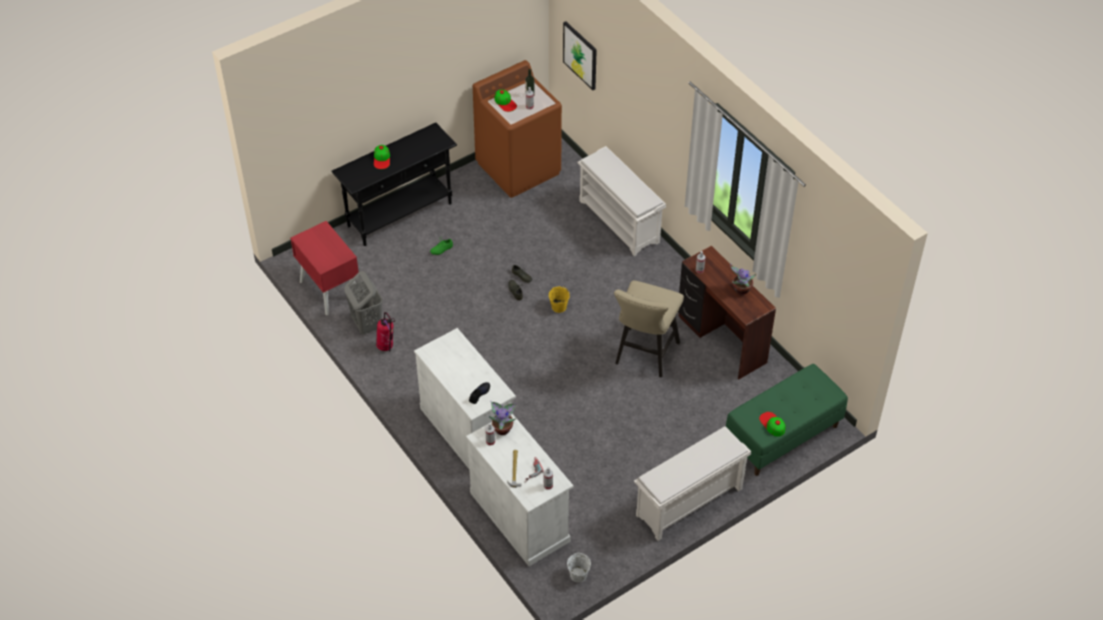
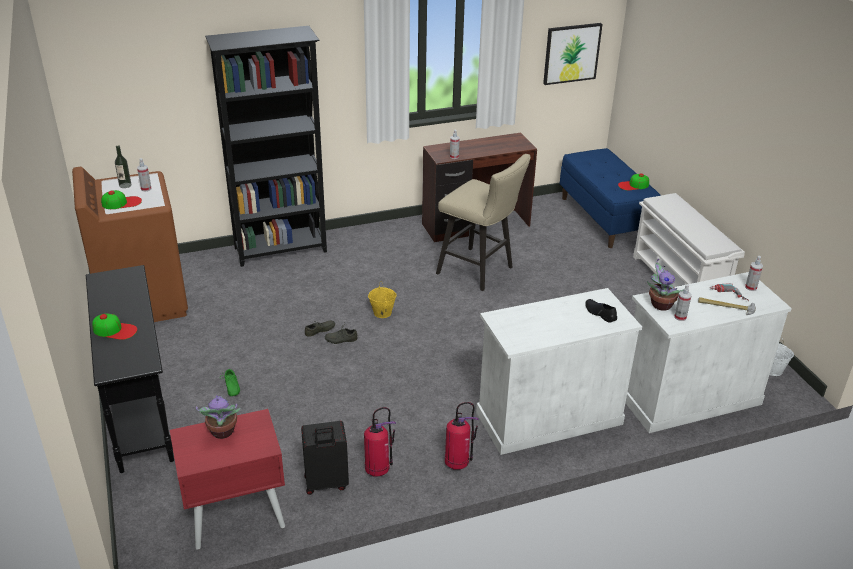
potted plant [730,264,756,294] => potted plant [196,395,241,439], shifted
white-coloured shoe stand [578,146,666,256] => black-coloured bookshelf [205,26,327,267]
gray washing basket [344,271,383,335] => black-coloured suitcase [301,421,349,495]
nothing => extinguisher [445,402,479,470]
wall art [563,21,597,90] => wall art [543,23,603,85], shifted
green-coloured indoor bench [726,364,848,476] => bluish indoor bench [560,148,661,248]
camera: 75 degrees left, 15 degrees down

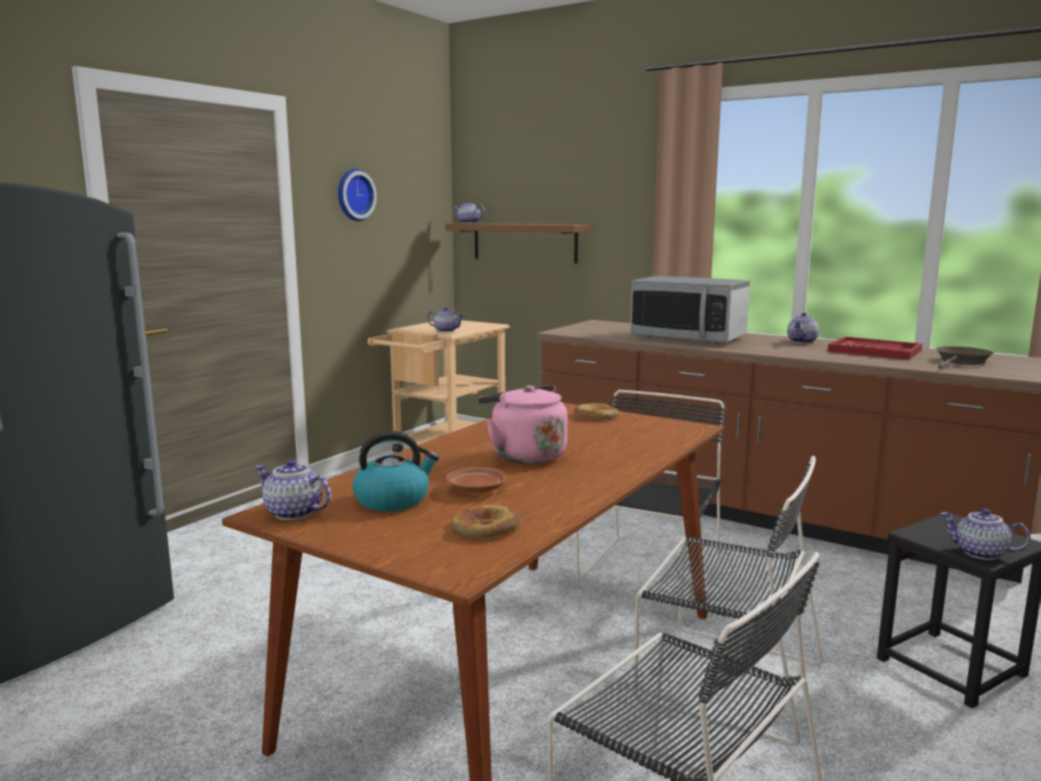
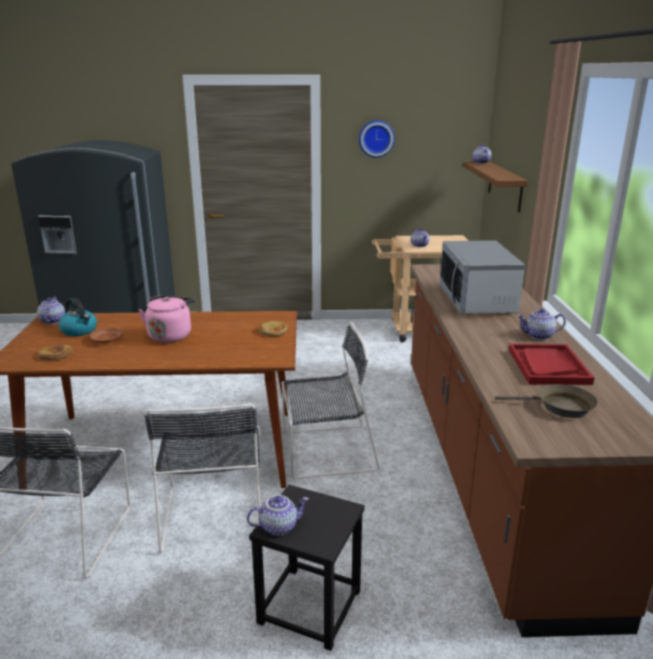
pot for tea [940,508,1031,560] => pot for tea [247,495,309,536], 75 degrees clockwise
camera: 55 degrees right, 10 degrees up

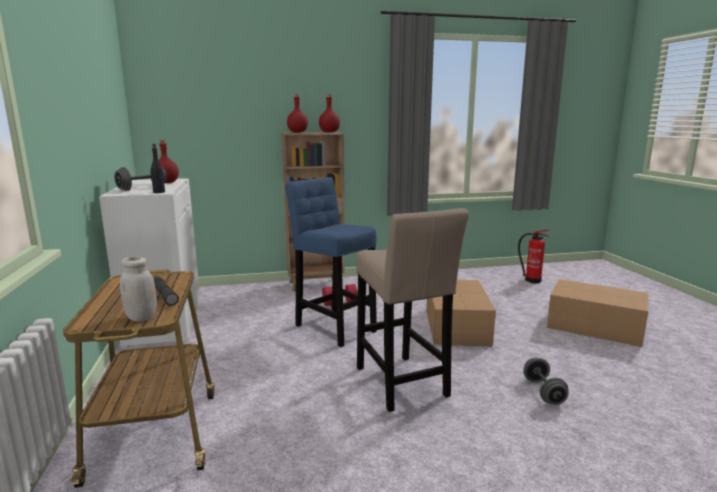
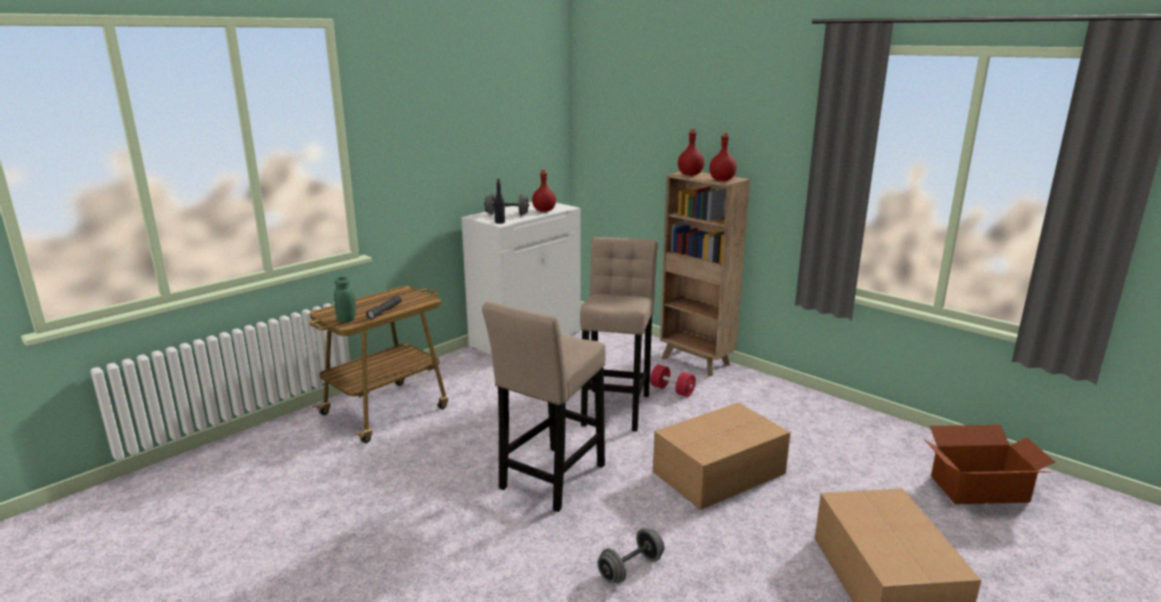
white-coloured storage jar [120,256,157,321] => green-coloured storage jar [334,277,356,323]
bluish sitting stool [285,177,377,347] => beige-coloured sitting stool [580,237,658,432]
extinguisher [518,230,549,283] => carton [925,425,1055,504]
camera: 55 degrees right, 5 degrees up

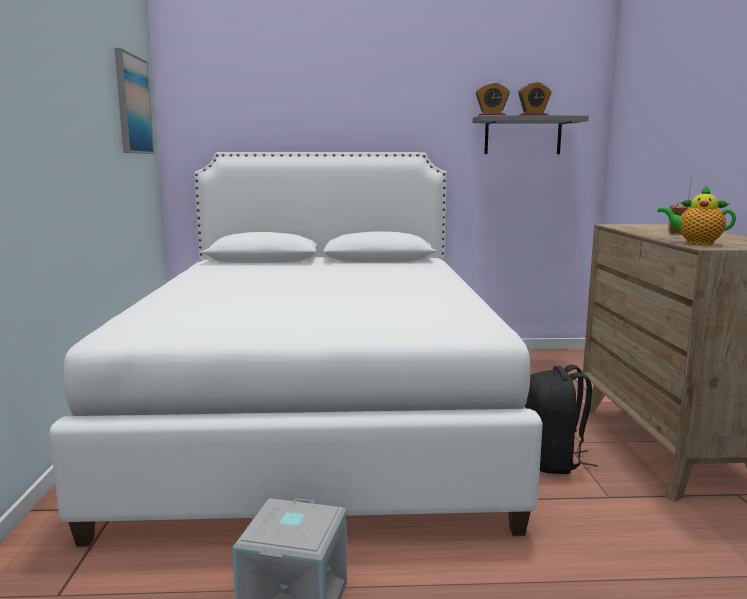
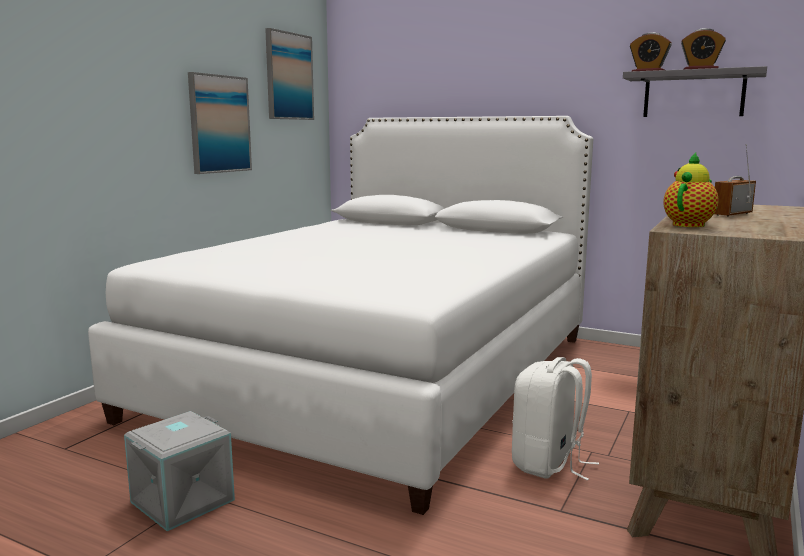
nothing => wall art [188,72,252,174]
black-coloured knapsack [525,364,597,474] => white-coloured knapsack [512,357,599,480]
pot for tea [657,185,736,245] => pot for tea [663,153,719,227], 75 degrees clockwise
camera: 30 degrees right, 0 degrees up

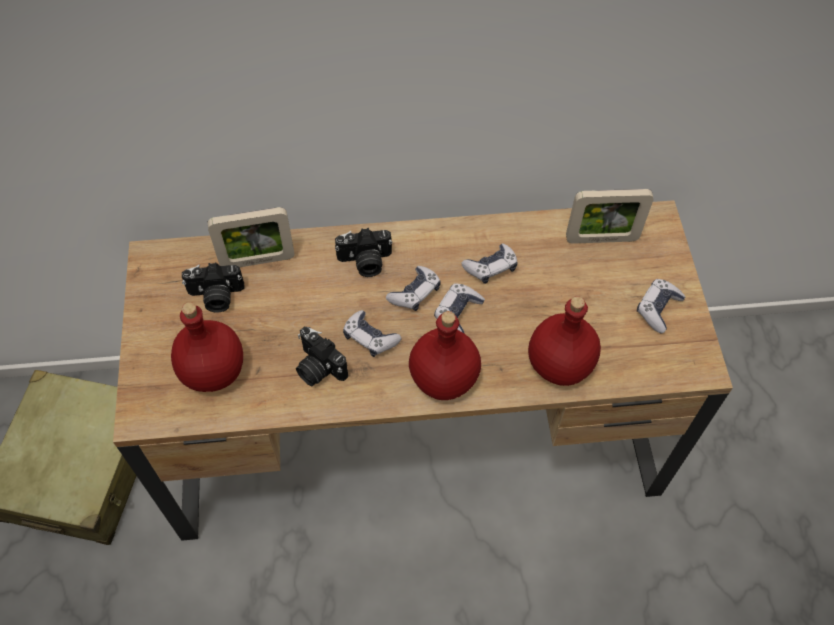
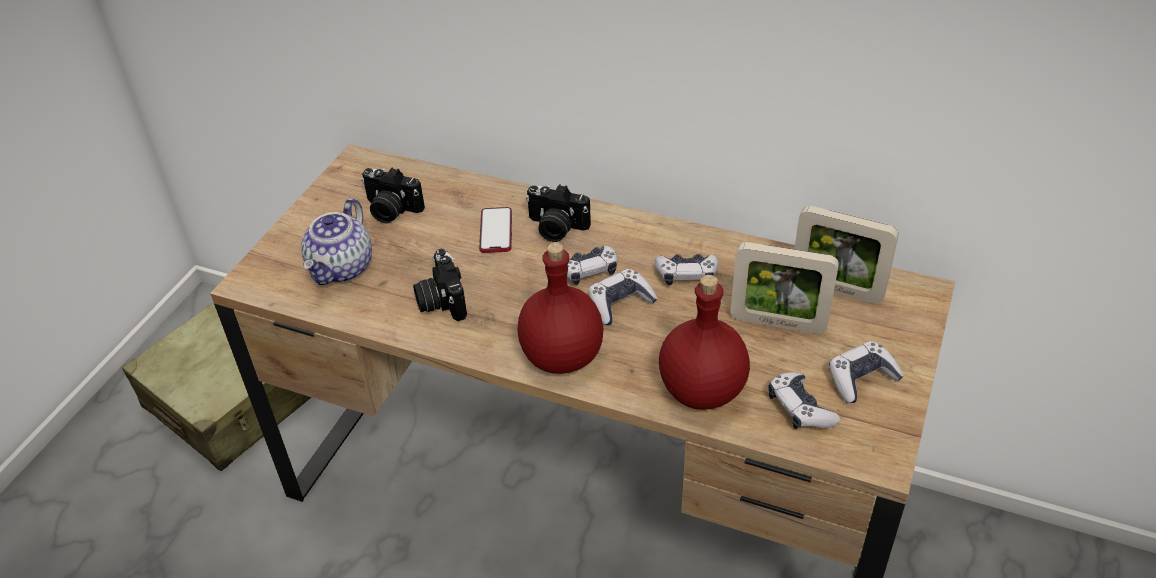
reddish beverage bottle [171,302,243,392] => pot for tea [301,198,372,285]
nothing => telephone [479,207,512,253]
standing frame [208,207,295,267] => standing frame [730,242,839,334], shifted
game controller [343,310,401,357] => game controller [768,372,840,429], shifted
camera: 30 degrees right, 15 degrees down

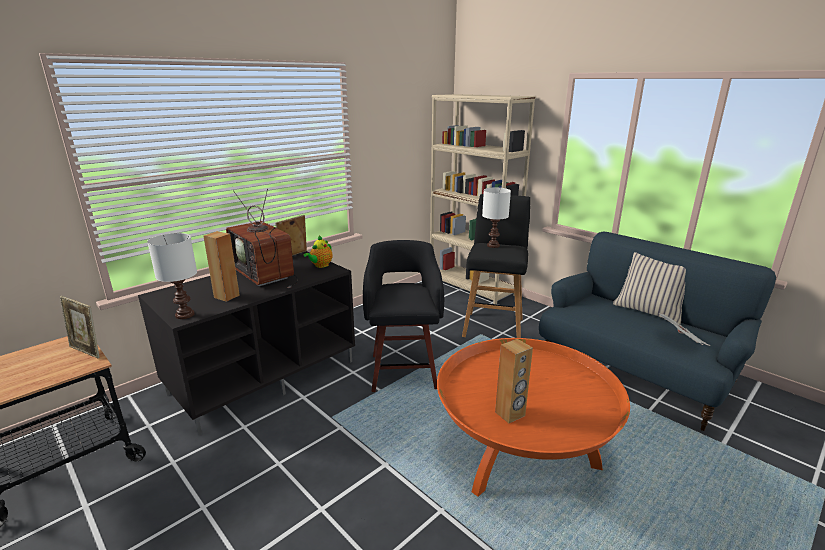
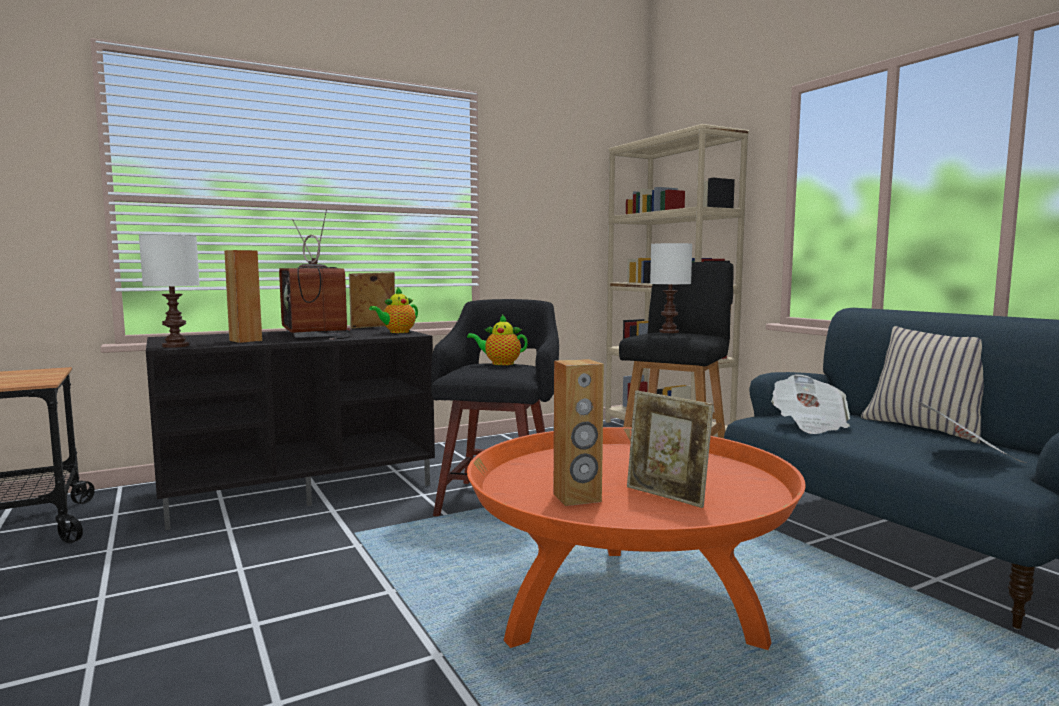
nothing => pot for tea [467,315,528,365]
standing frame [60,296,100,358] => standing frame [627,390,714,508], shifted
nothing => daily paper [771,375,850,434]
camera: 15 degrees right, 15 degrees down

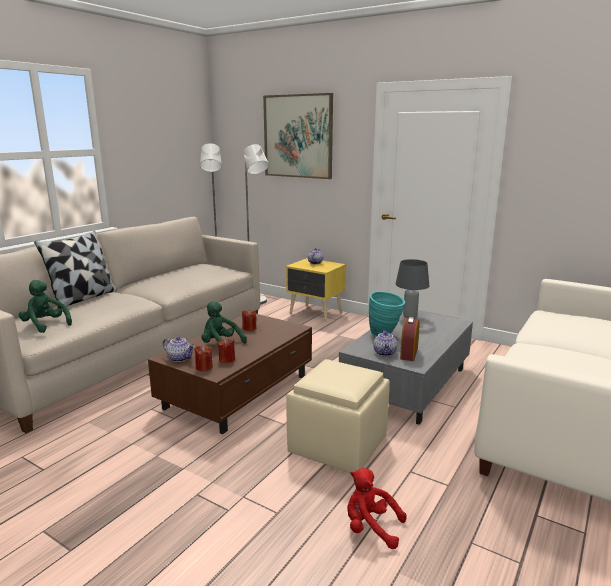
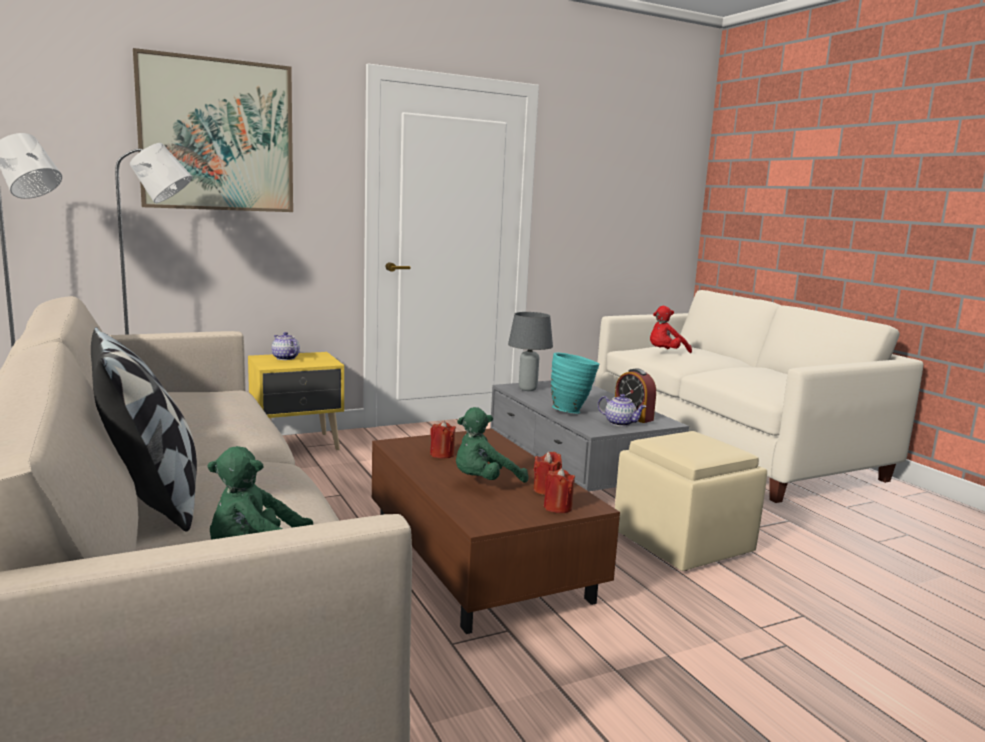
reddish plush toy [347,468,407,549] => reddish plush toy [650,306,692,353], shifted
pot for tea [163,337,195,362] => nothing
camera: 60 degrees left, 5 degrees down

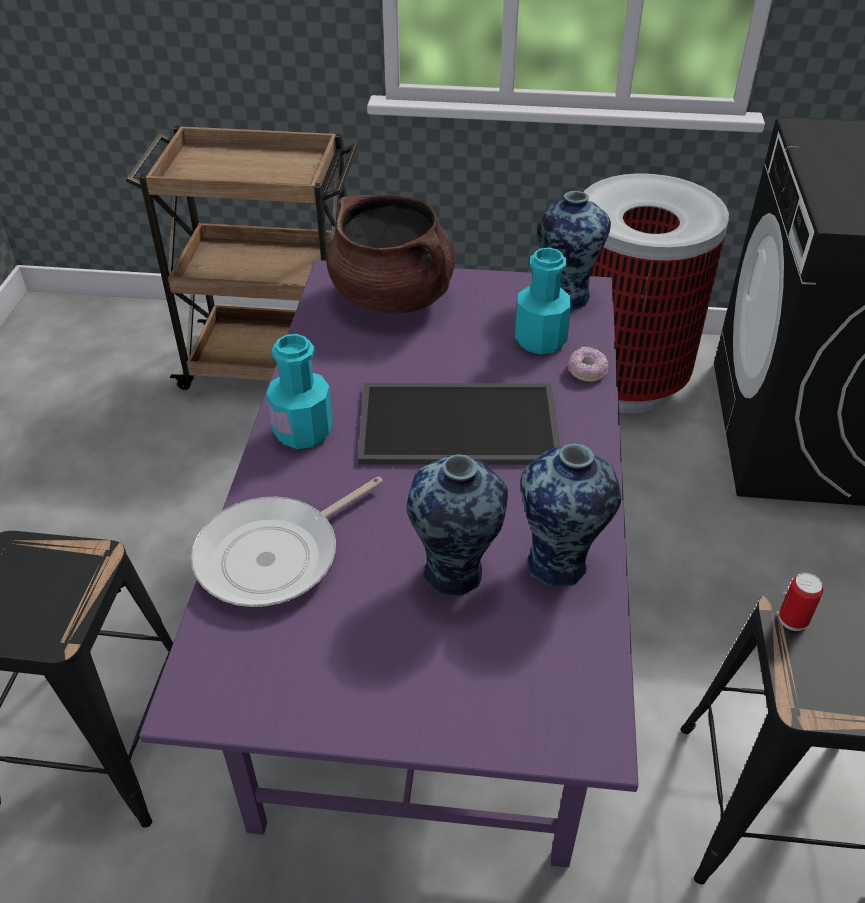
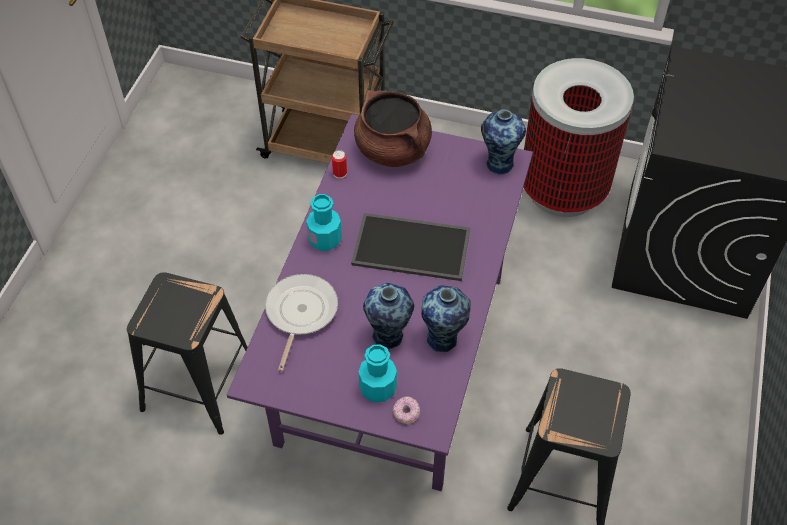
pan [191,476,383,607] => pan [265,274,338,371], 135 degrees clockwise
can [779,573,823,631] => can [332,150,347,179], shifted
turquoise beverage bottle [515,247,571,354] => turquoise beverage bottle [358,344,397,402], shifted
doughnut [568,347,608,382] => doughnut [393,396,420,424], shifted
camera: 10 degrees right, 10 degrees up

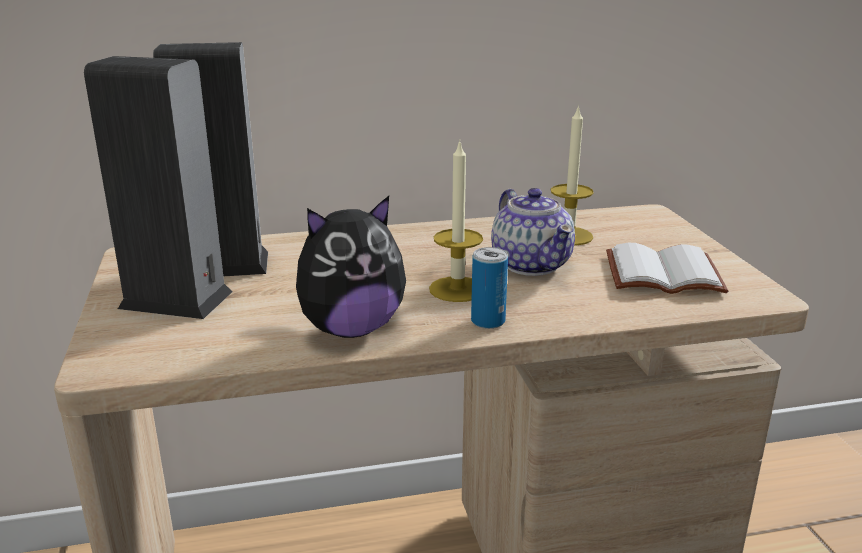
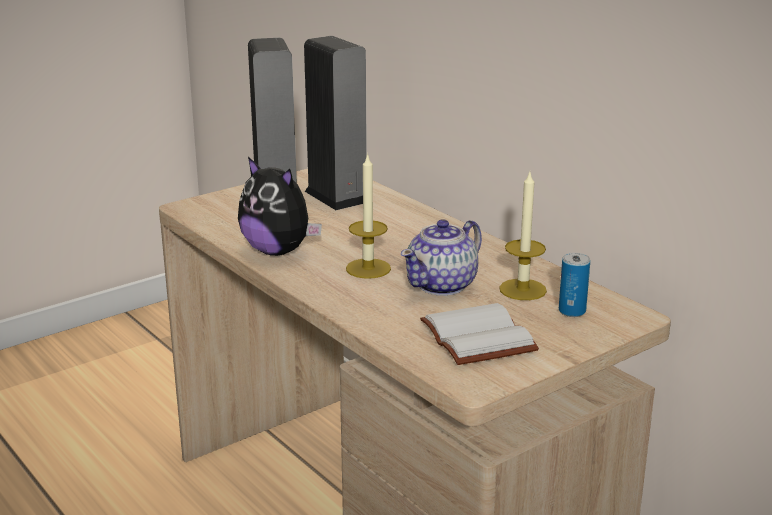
can [471,247,508,329] => can [559,253,590,317], shifted
camera: 65 degrees right, 0 degrees up

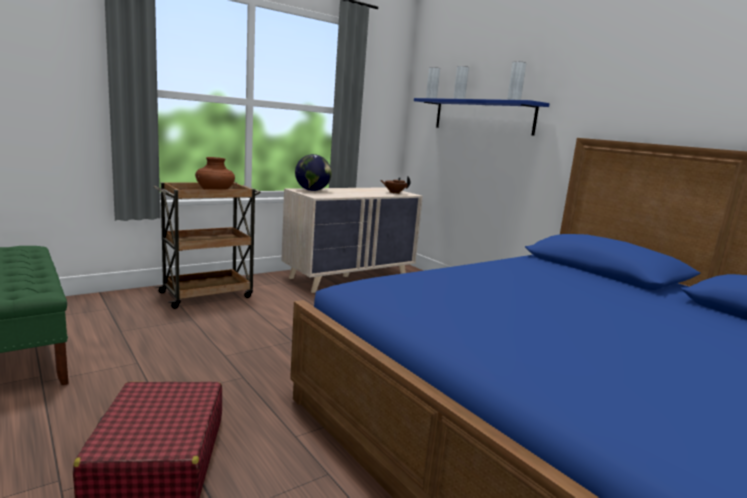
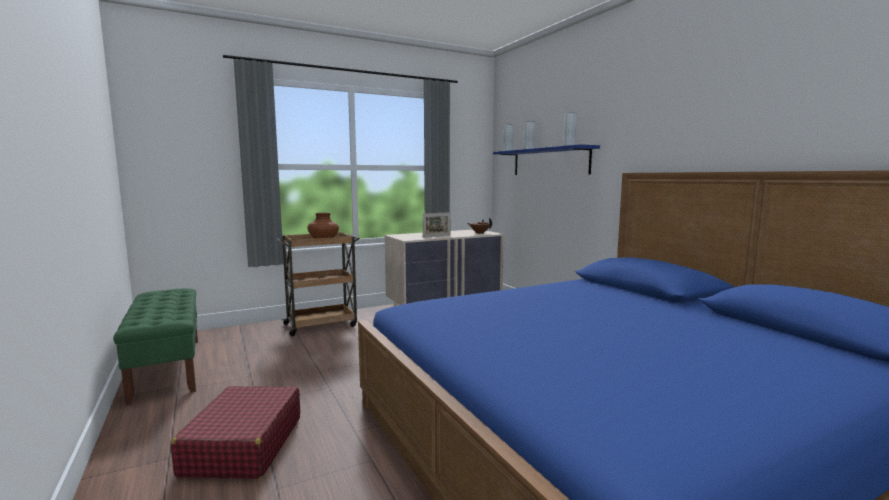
nothing => standing frame [423,212,450,238]
desk globe [295,154,332,191] => nothing
camera: 10 degrees right, 5 degrees down

